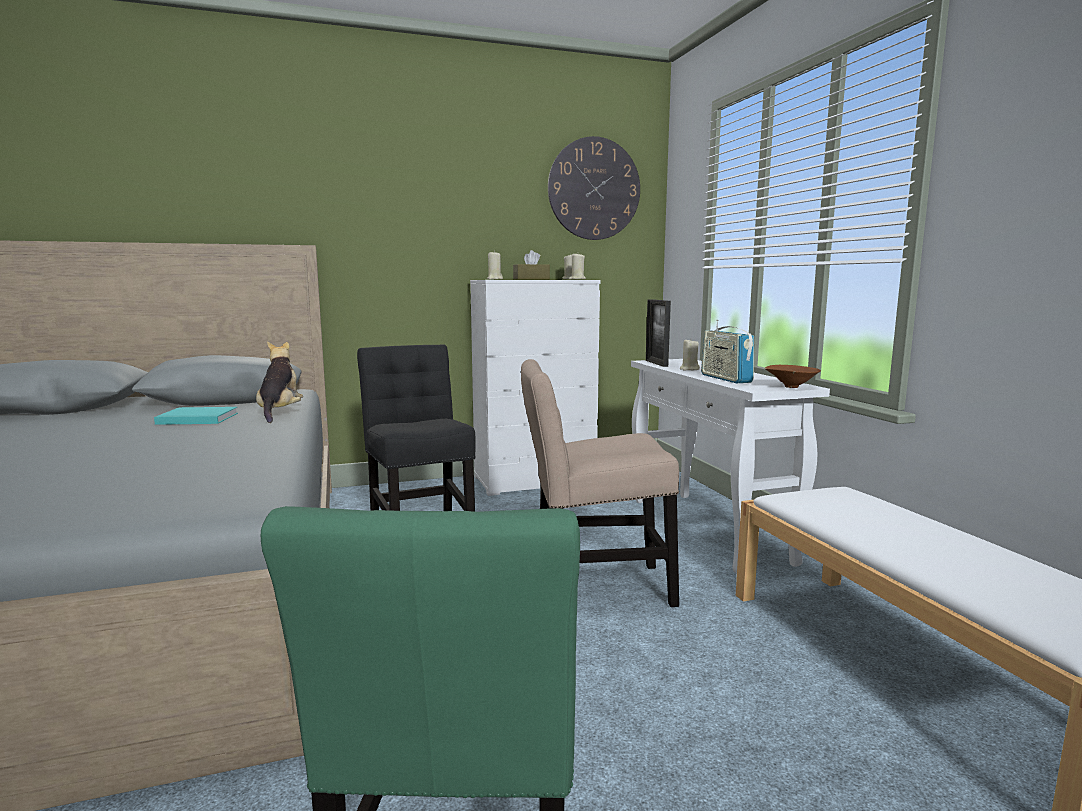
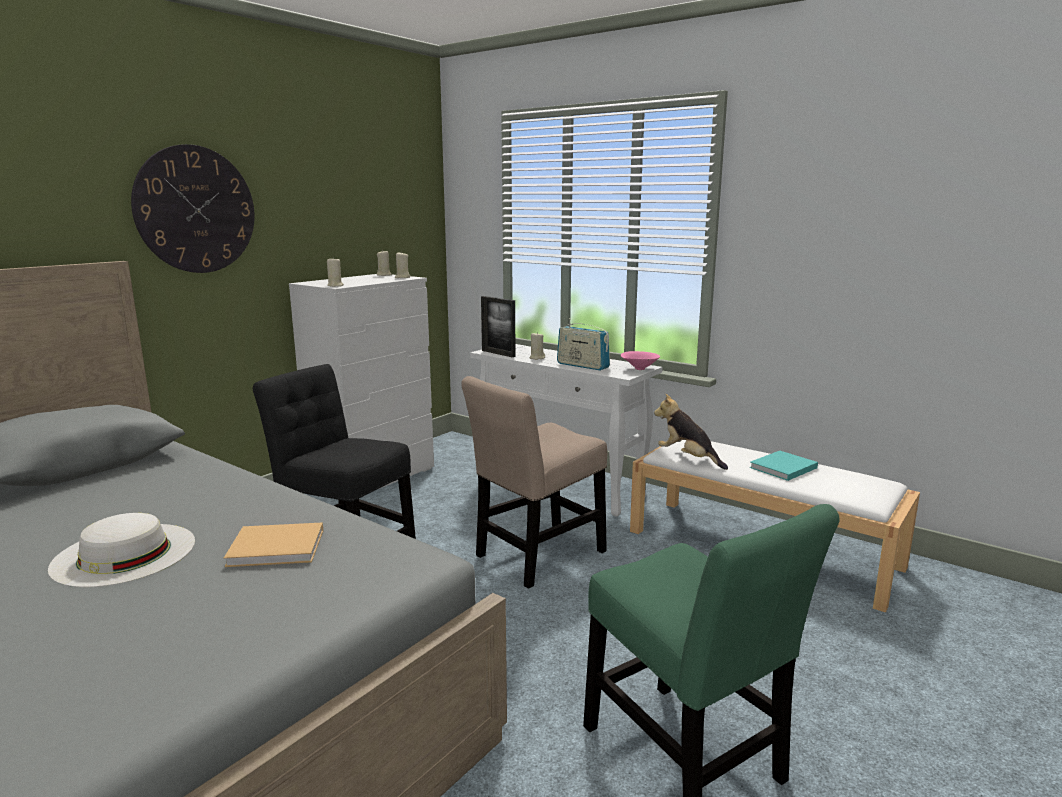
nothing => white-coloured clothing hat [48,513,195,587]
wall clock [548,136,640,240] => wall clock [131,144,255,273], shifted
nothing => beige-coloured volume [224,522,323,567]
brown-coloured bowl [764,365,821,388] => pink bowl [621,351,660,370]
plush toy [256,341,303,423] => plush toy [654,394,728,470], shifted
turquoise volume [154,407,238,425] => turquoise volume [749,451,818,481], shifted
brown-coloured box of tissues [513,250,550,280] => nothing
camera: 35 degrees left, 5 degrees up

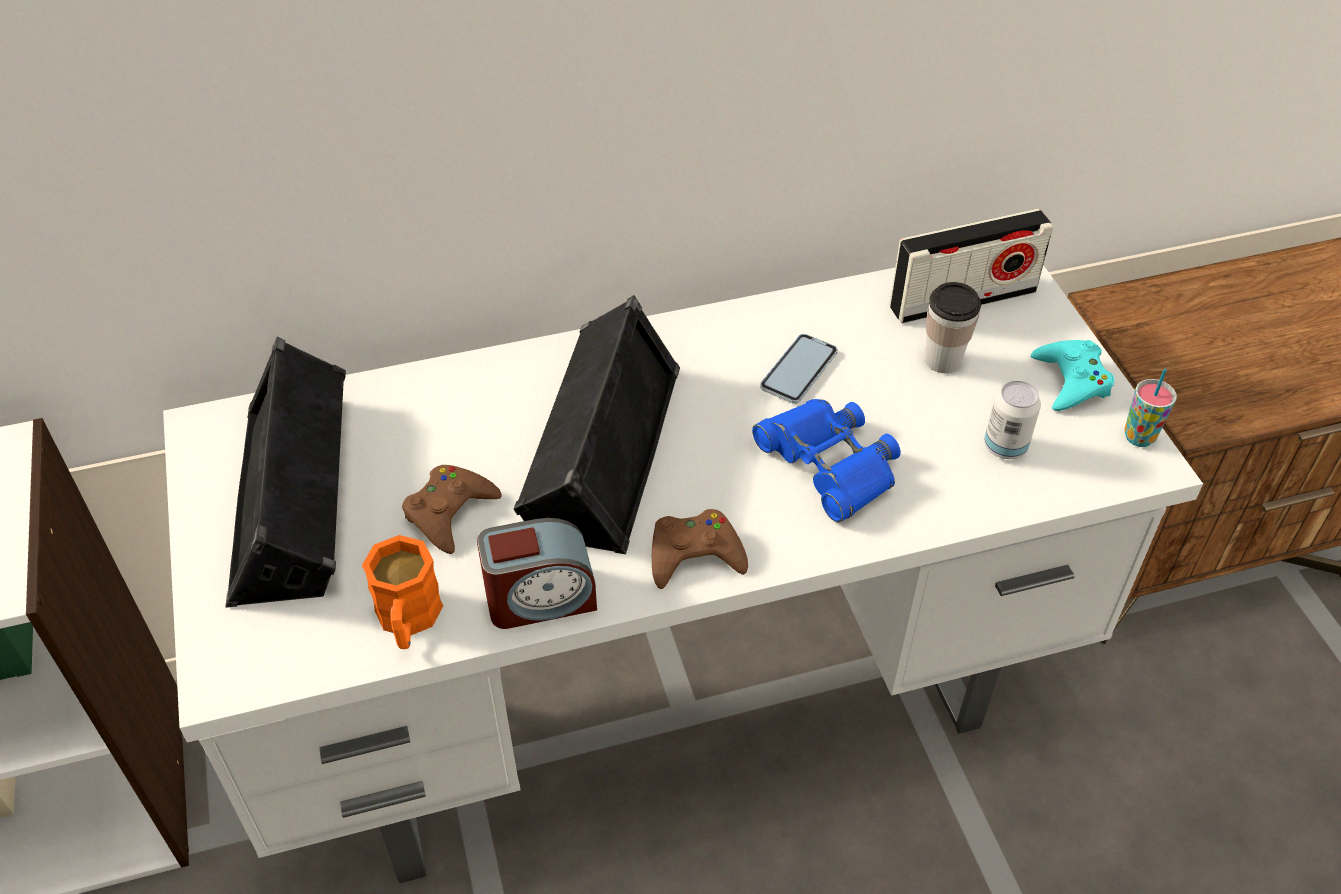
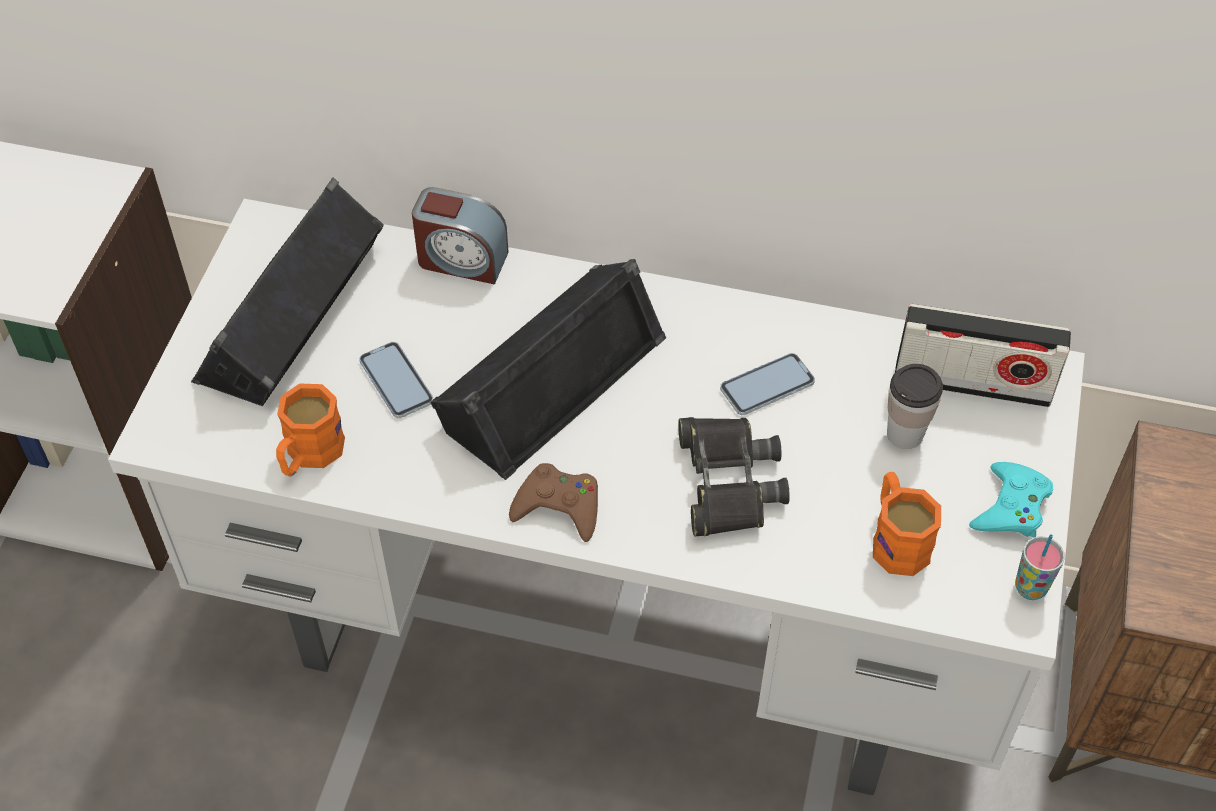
brown-coloured game controller [402,465,502,554] => telephone [359,342,433,418]
bedside clock [477,518,597,629] => bedside clock [412,187,509,284], shifted
bluish field glasses [752,399,901,523] => black-coloured field glasses [678,417,790,536]
can [984,381,1041,459] => orange tea mug [873,472,941,576]
camera: 30 degrees right, 5 degrees up

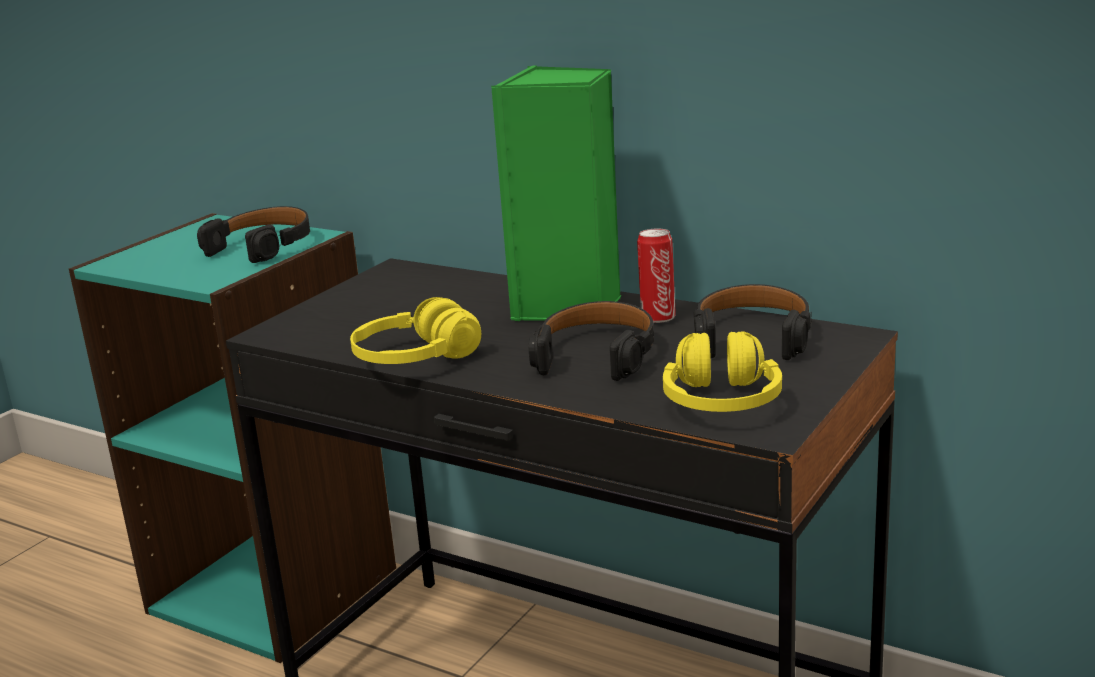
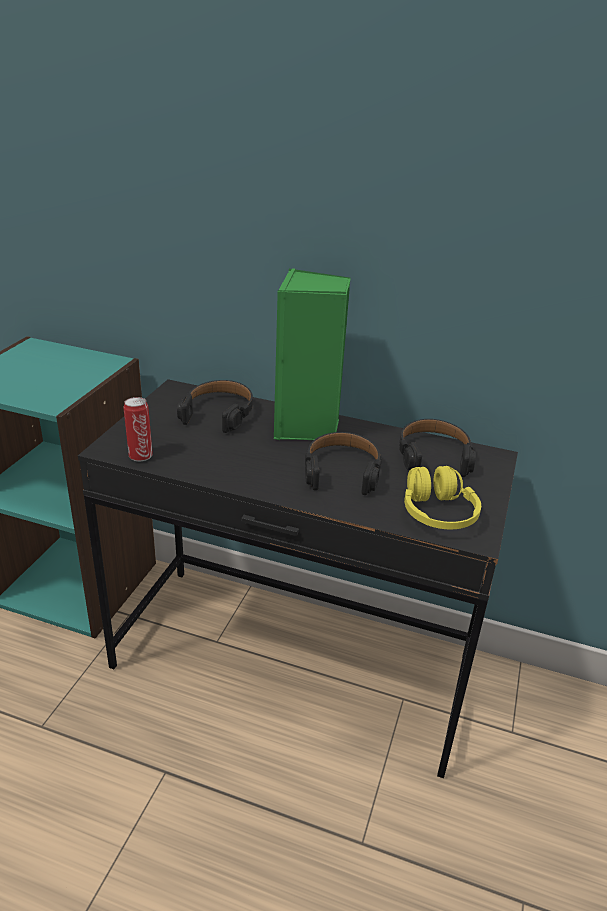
can [637,229,676,323] => can [123,397,153,461], shifted
black-coloured headset [197,206,310,263] => black-coloured headset [177,380,253,433], shifted
yellowish headset [350,297,481,364] => nothing
camera: 15 degrees left, 10 degrees up

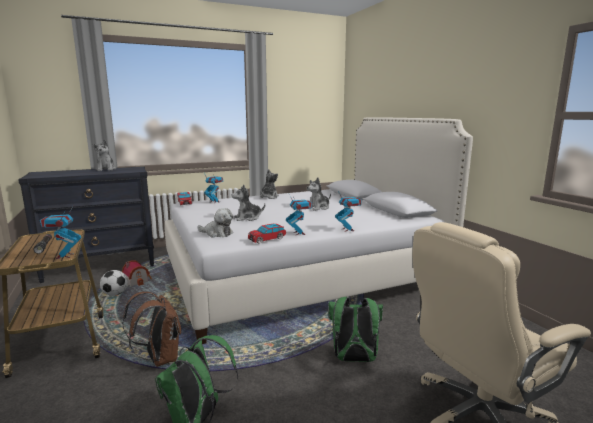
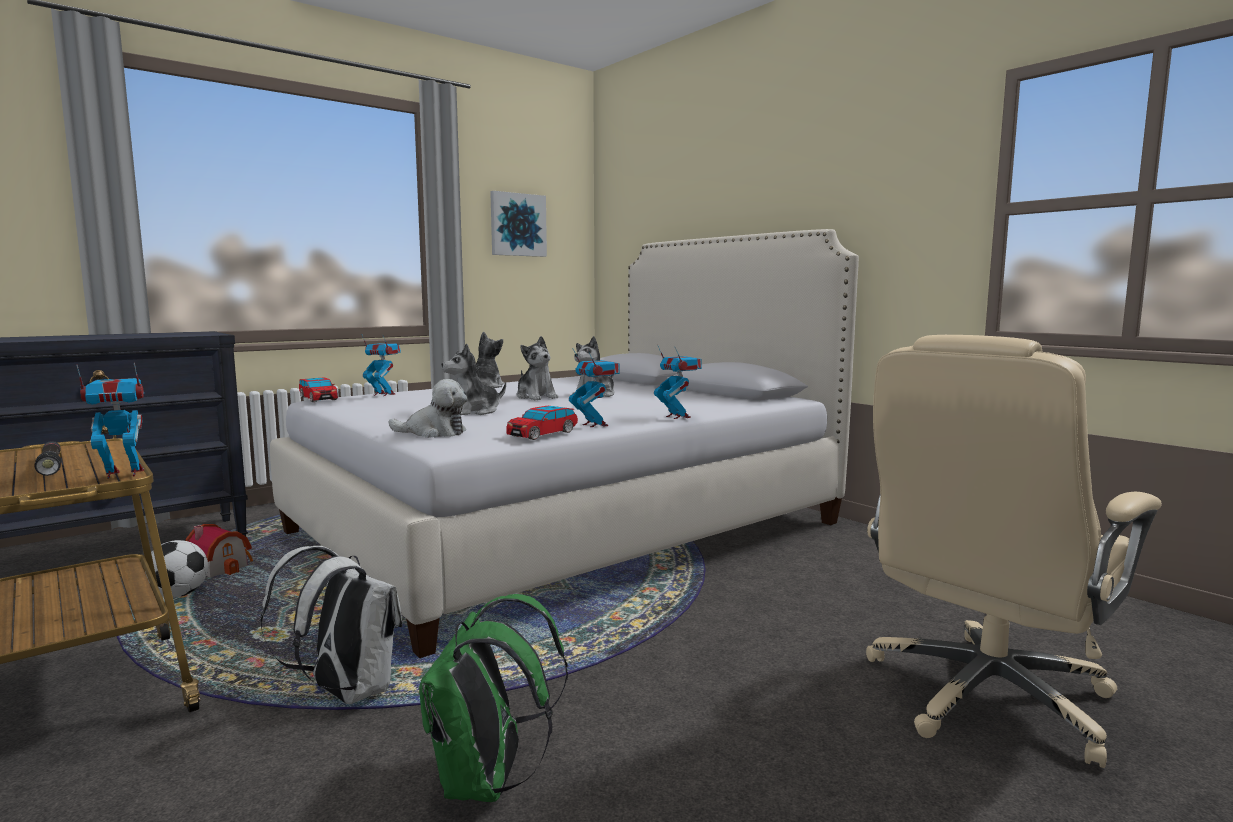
model robot [40,206,82,259] => model robot [76,363,144,479], 90 degrees clockwise
brown-coloured knapsack [122,292,181,367] => white-coloured knapsack [260,546,402,704]
nothing => wall art [490,191,547,257]
plush toy [92,140,116,171] => plush toy [516,336,559,400], shifted
green-coloured knapsack [328,297,383,362] => nothing
camera: 15 degrees left, 5 degrees down

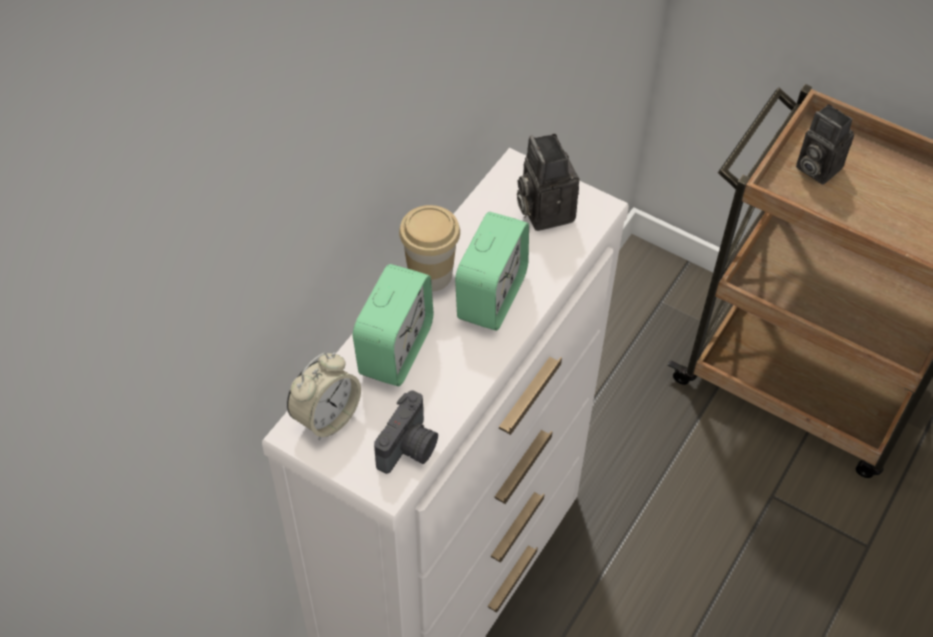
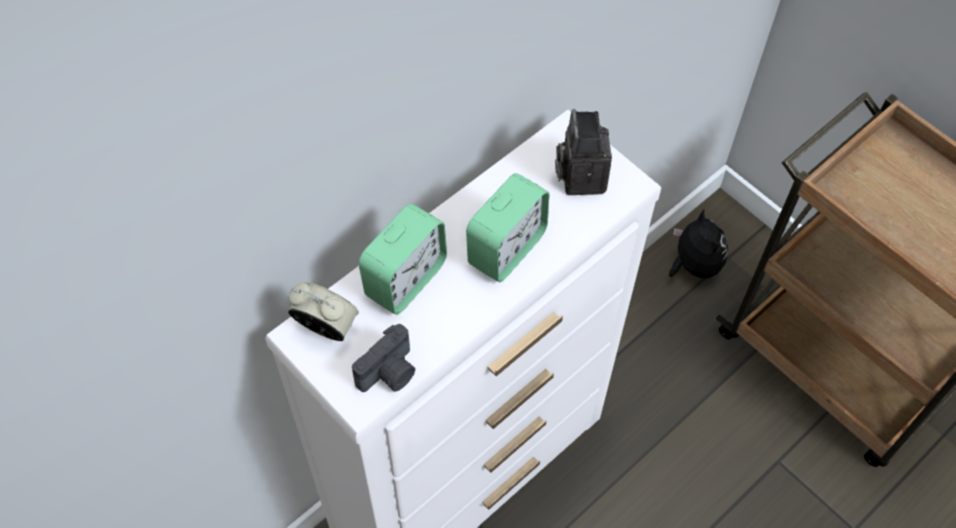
bedside clock [287,352,361,440] => bedside clock [288,282,359,341], 120 degrees counterclockwise
nothing => plush toy [669,209,728,278]
cup [399,205,460,292] => nothing
still camera [796,104,854,185] => nothing
camera: 15 degrees right, 5 degrees up

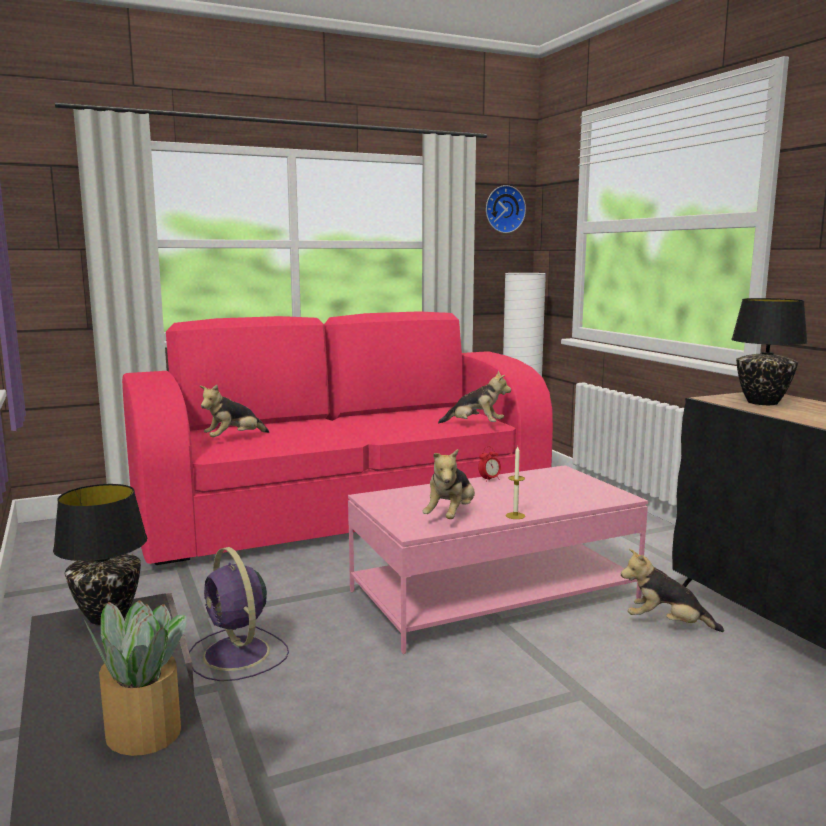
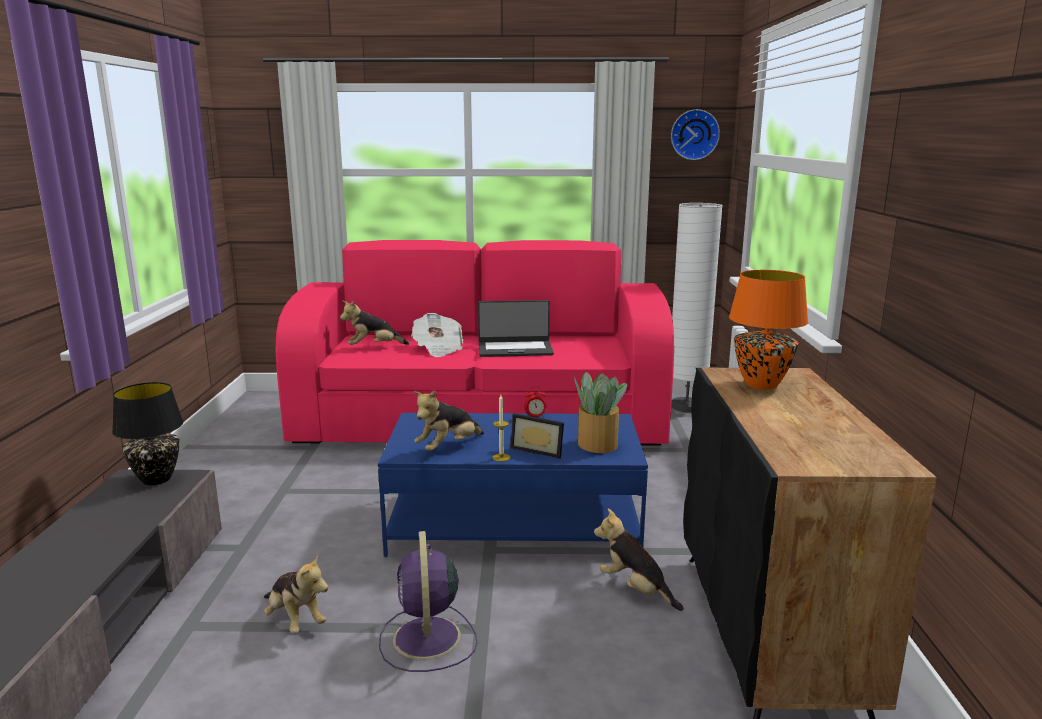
plush toy [438,371,511,423] => plush toy [264,554,328,634], shifted
pink lounge table [348,465,648,654] => bluish lounge table [378,413,648,557]
purplish fan [189,547,289,681] => purplish fan [379,531,478,672], shifted
nothing => daily paper [411,313,463,357]
nothing => notebook computer [478,300,554,357]
nothing => standing frame [510,413,564,459]
potted plant [84,601,187,756] => potted plant [574,372,627,453], shifted
black-coloured lamp for a table [731,298,808,405] => orange lamp for a table [729,270,808,389]
camera: 25 degrees right, 5 degrees up

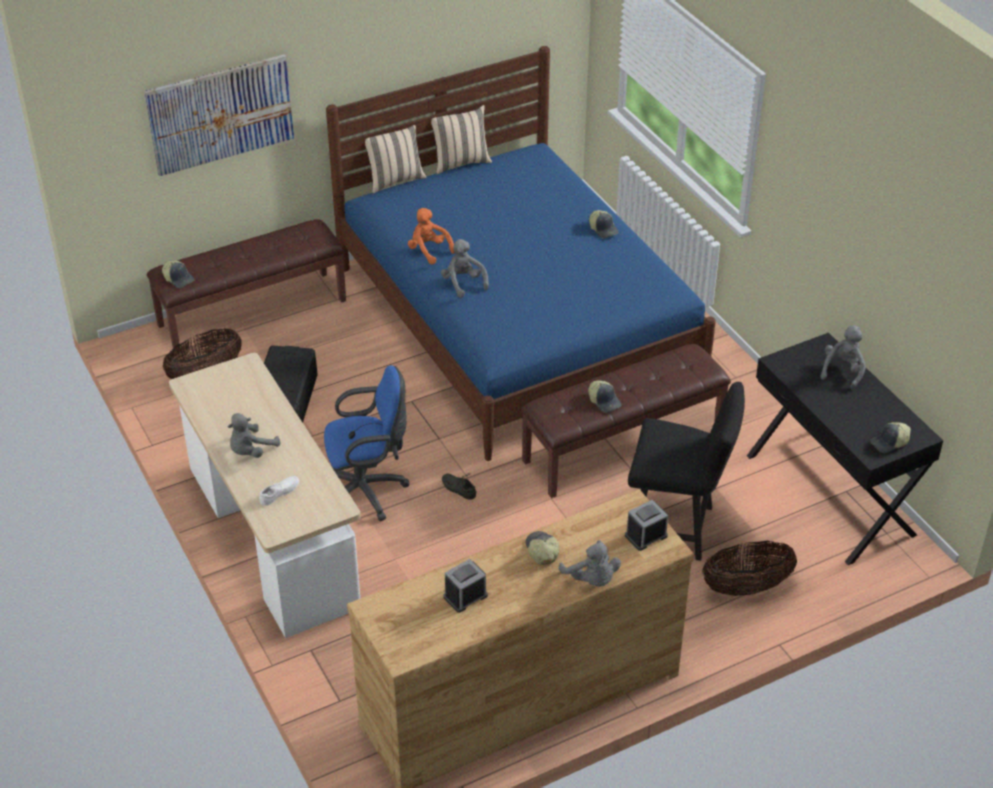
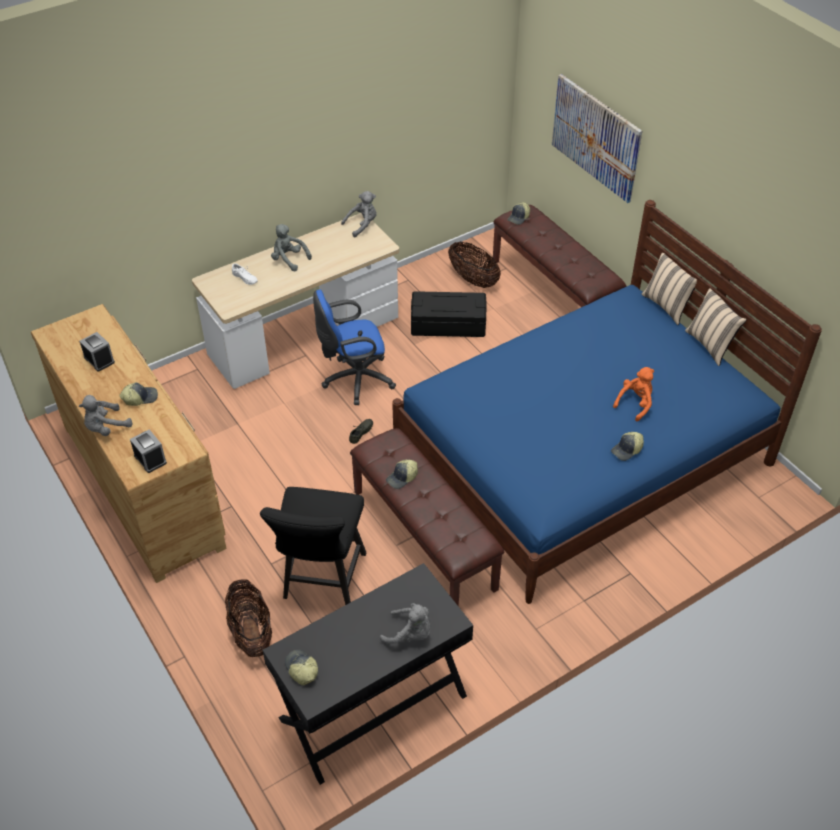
bluish computer chair [324,365,410,521] => bluish computer chair [313,290,396,405], 90 degrees clockwise
gray plush toy [441,239,489,298] => gray plush toy [341,191,377,237], shifted
orange plush toy [408,208,454,265] => orange plush toy [613,367,654,421], shifted
camera: 85 degrees right, 5 degrees up

